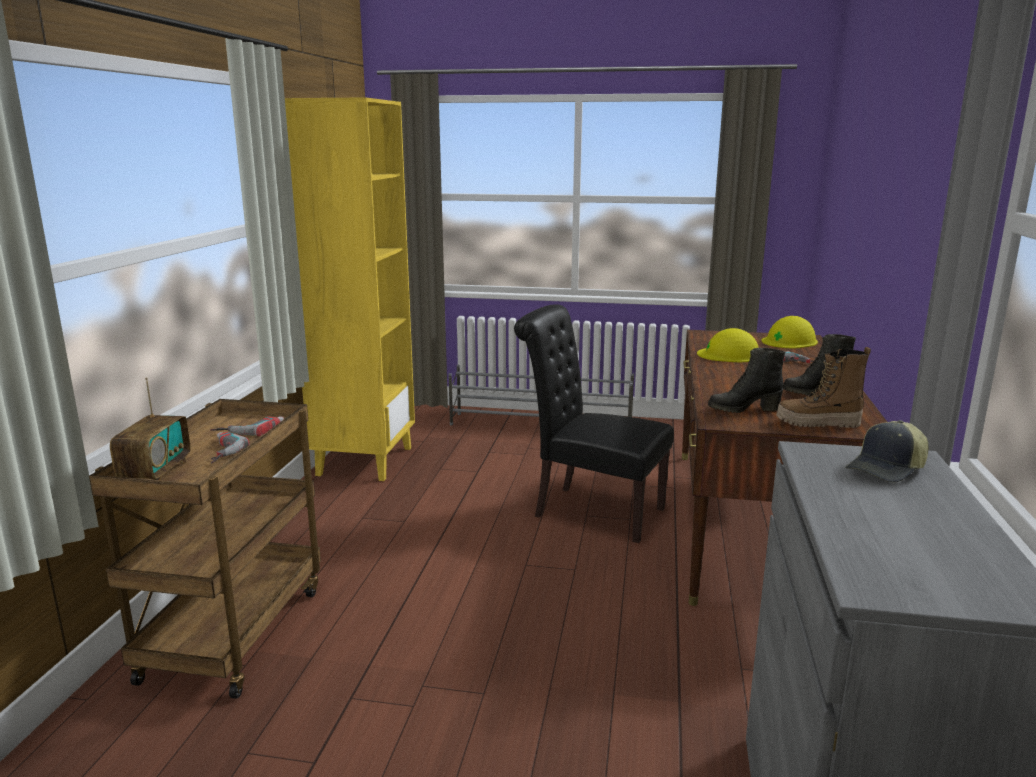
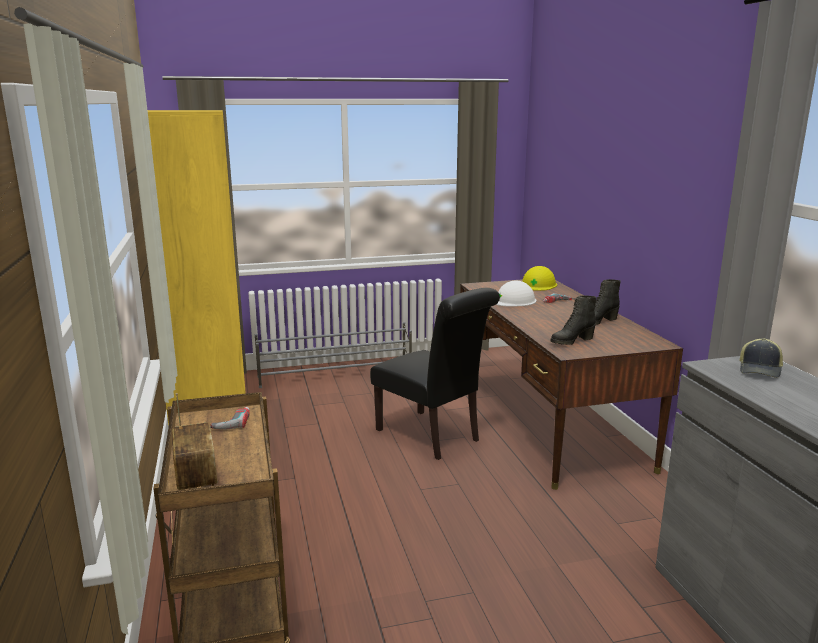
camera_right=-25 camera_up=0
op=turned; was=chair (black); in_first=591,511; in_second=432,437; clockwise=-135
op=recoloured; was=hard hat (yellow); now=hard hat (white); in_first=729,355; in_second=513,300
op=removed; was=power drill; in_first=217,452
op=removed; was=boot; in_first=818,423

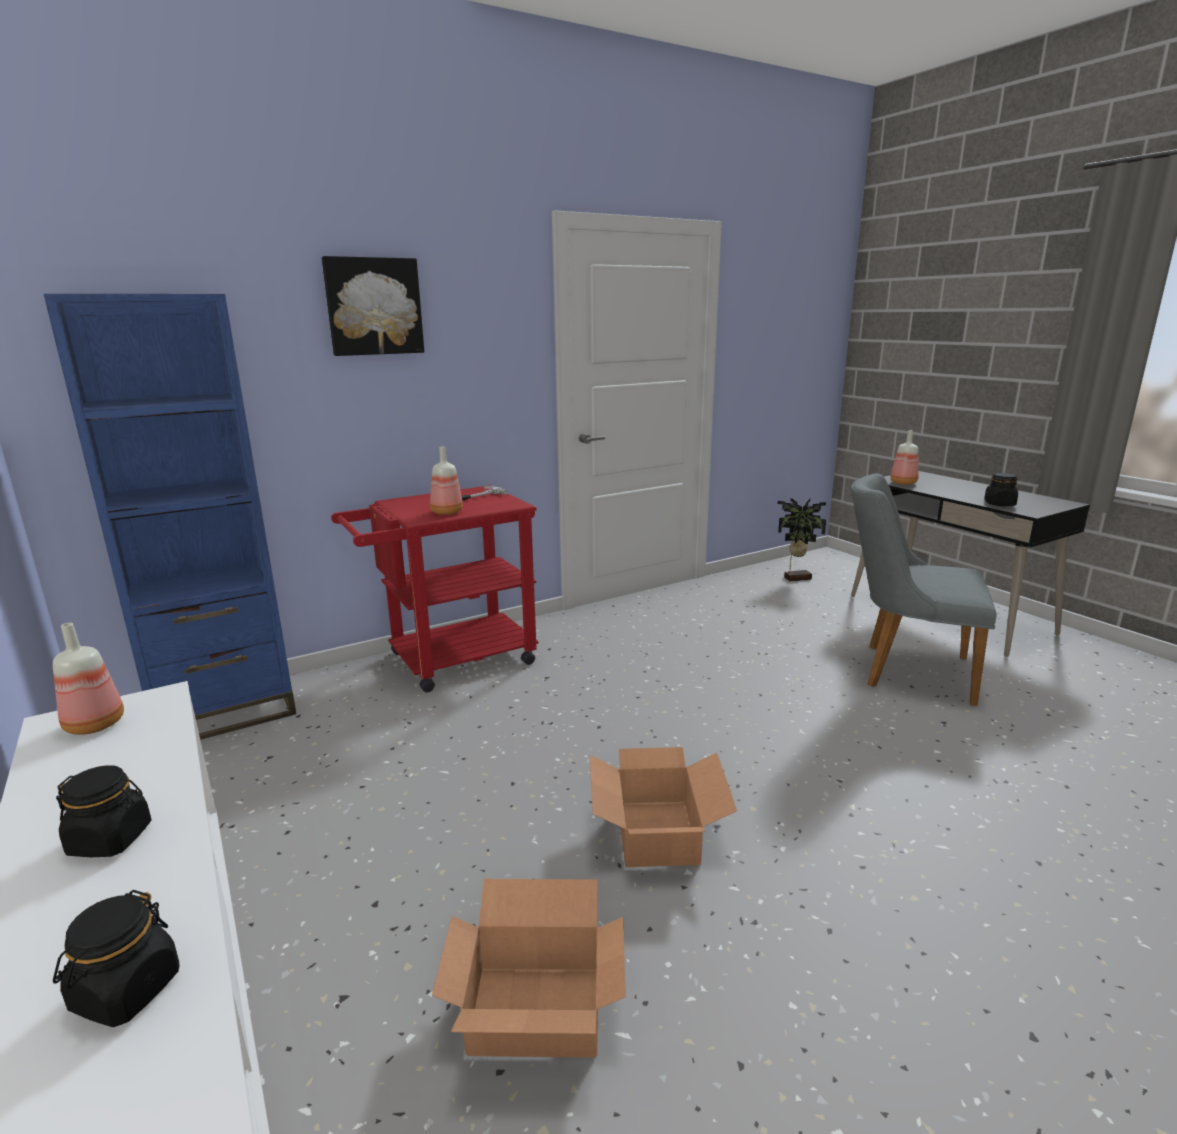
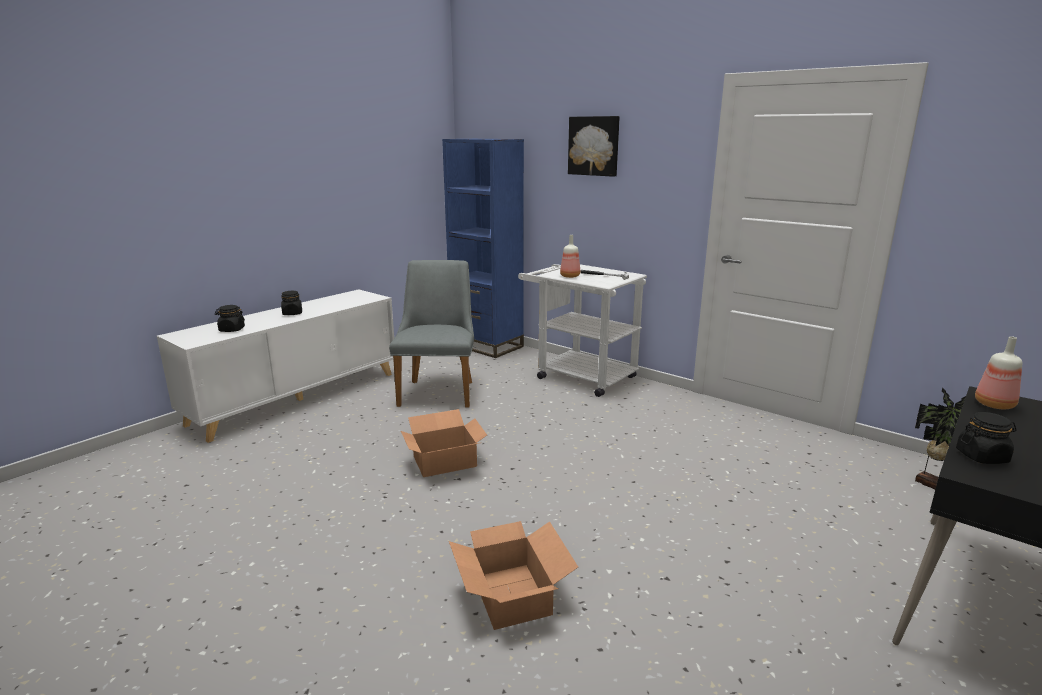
camera_right=70 camera_up=0
op=moved; was=chair (grey); in_first=905,670; in_second=439,390
op=moved; was=cardboard box; in_first=537,1011; in_second=511,596
op=recoloured; was=cart (red); now=cart (white); in_first=449,661; in_second=579,375
op=removed; was=bottle; in_first=97,724

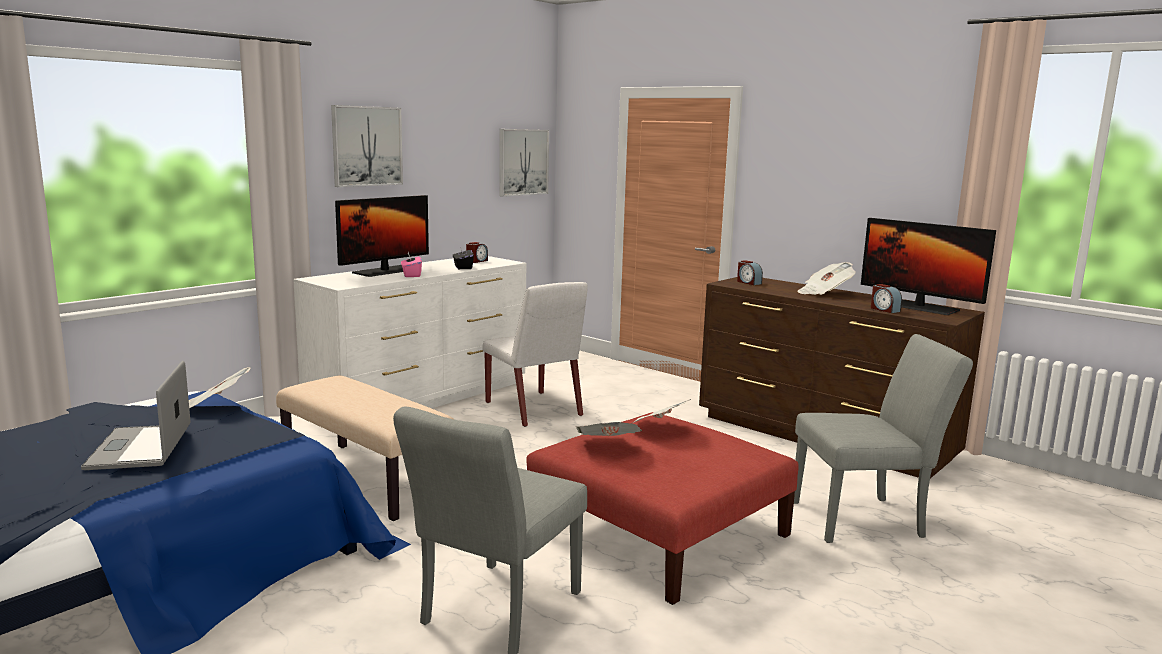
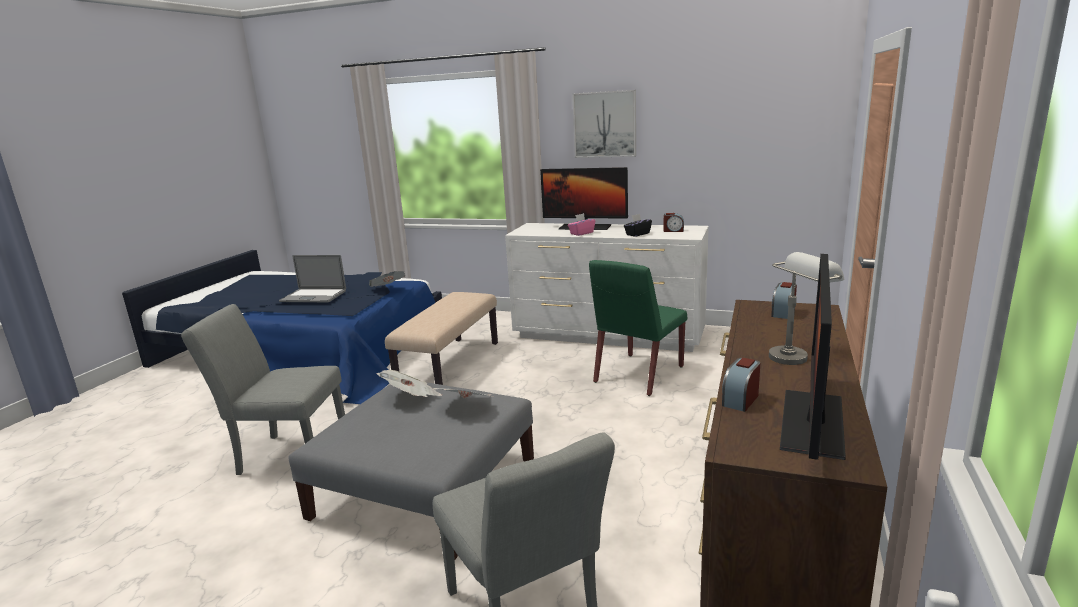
camera_right=70 camera_up=5
op=turned; was=laptop; in_first=140,447; in_second=313,296; clockwise=-135
op=recoloured; was=ottoman (red); now=ottoman (grey); in_first=657,532; in_second=425,487
op=recoloured; was=chair (white); now=chair (green); in_first=534,409; in_second=638,375
op=replaced; was=newspaper; now=table lamp (grey); in_first=824,293; in_second=797,354
op=removed; was=picture; in_first=523,162

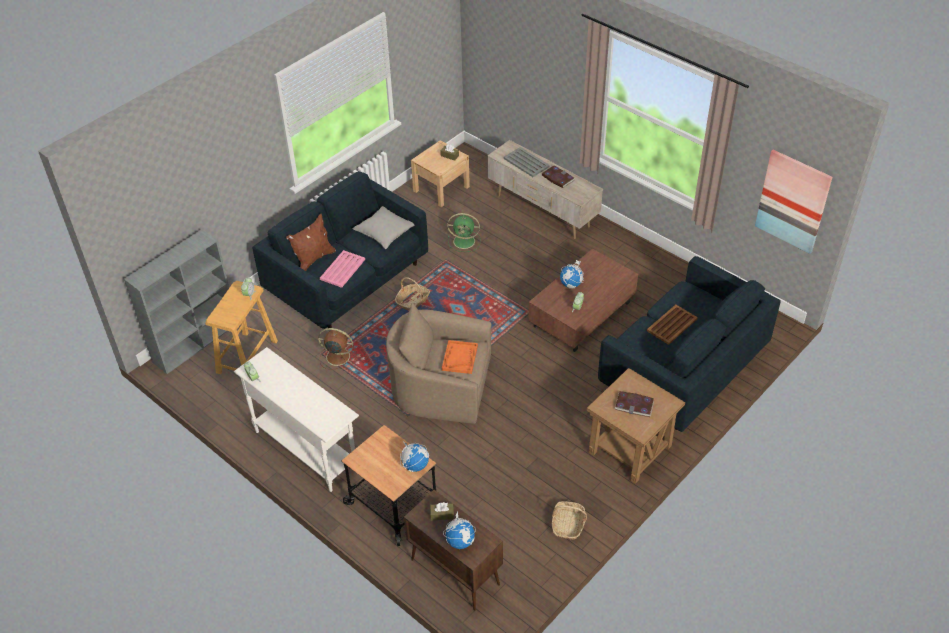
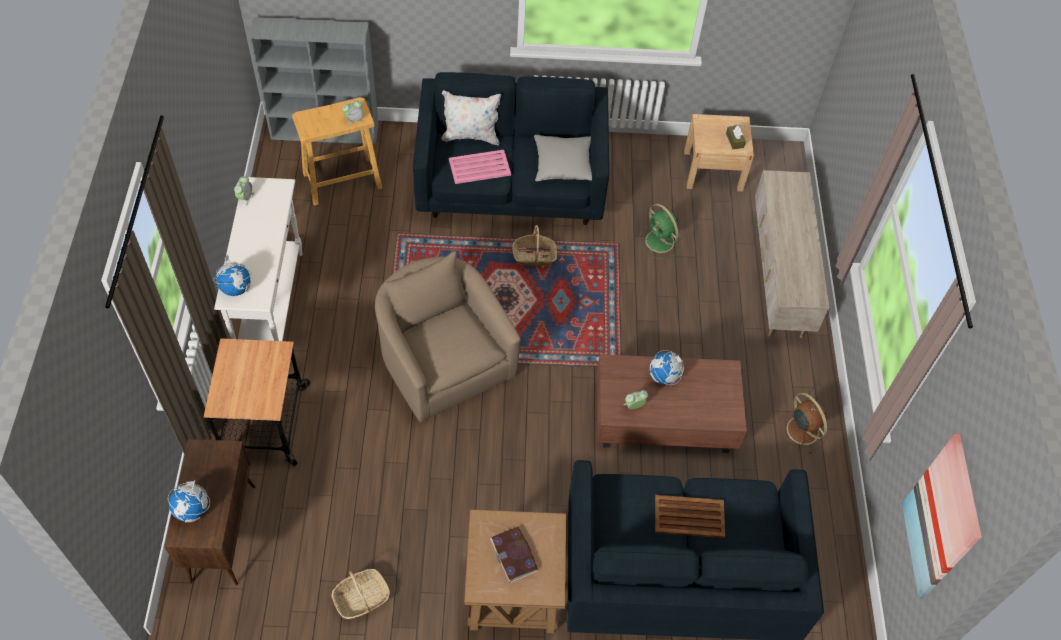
camera_right=45 camera_up=10
op=moved; was=globe; in_first=415,465; in_second=236,288
op=recoloured; was=pillow (brown); now=pillow (white); in_first=313,259; in_second=470,136
op=moved; was=fan (brown); in_first=337,356; in_second=801,429
op=removed; was=tissue box (brown); in_first=442,514
op=removed; was=tray (orange); in_first=459,358
op=removed; was=tray (grey); in_first=526,162
op=removed; was=book; in_first=558,178

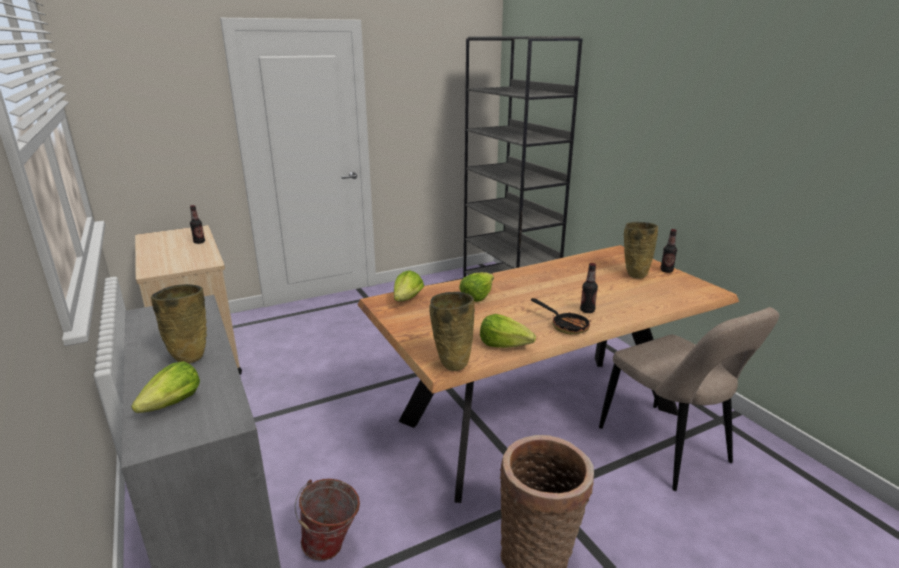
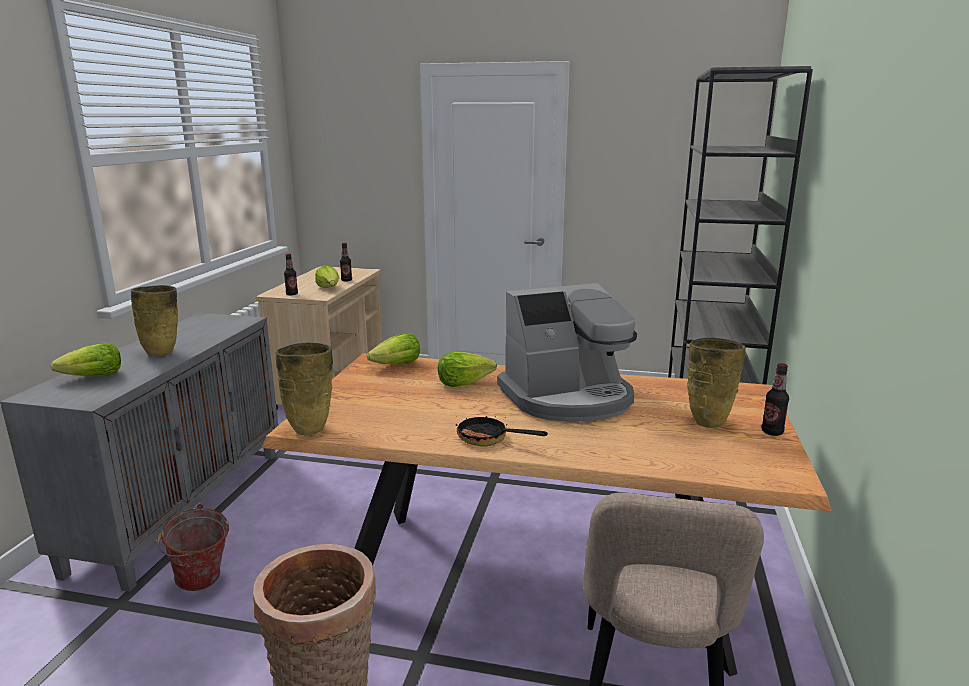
camera_right=40 camera_up=-5
op=moved; was=bottle; in_first=587,310; in_second=292,294
op=moved; was=lettuce; in_first=505,345; in_second=329,288
op=turned; was=frying pan; in_first=565,325; in_second=489,439; clockwise=120
op=added; now=coffee machine; in_second=568,398

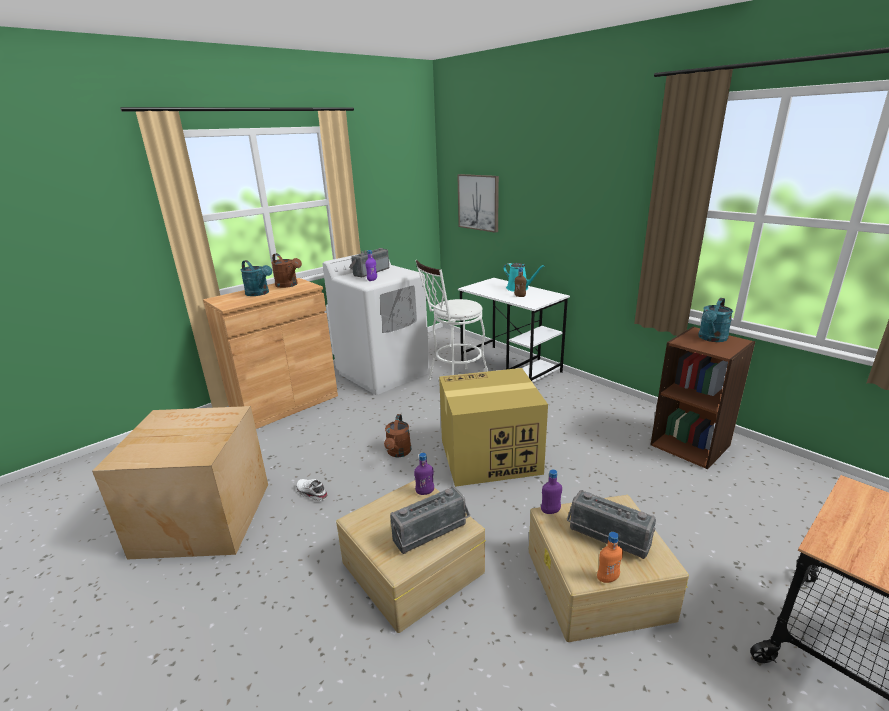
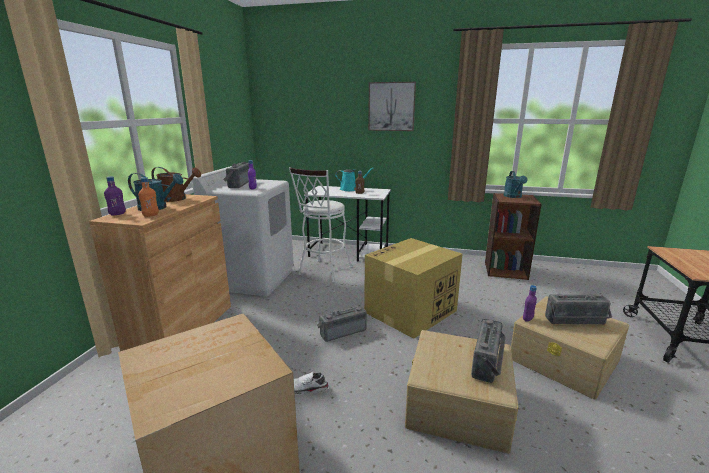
camera_right=-35 camera_up=-5
op=moved; was=bottle (purple); in_first=425,492; in_second=117,214
op=moved; was=bottle (orange); in_first=607,578; in_second=151,215
op=replaced; was=watering can (brown); now=radio; in_first=398,453; in_second=342,331
op=moved; was=picture; in_first=478,202; in_second=391,106

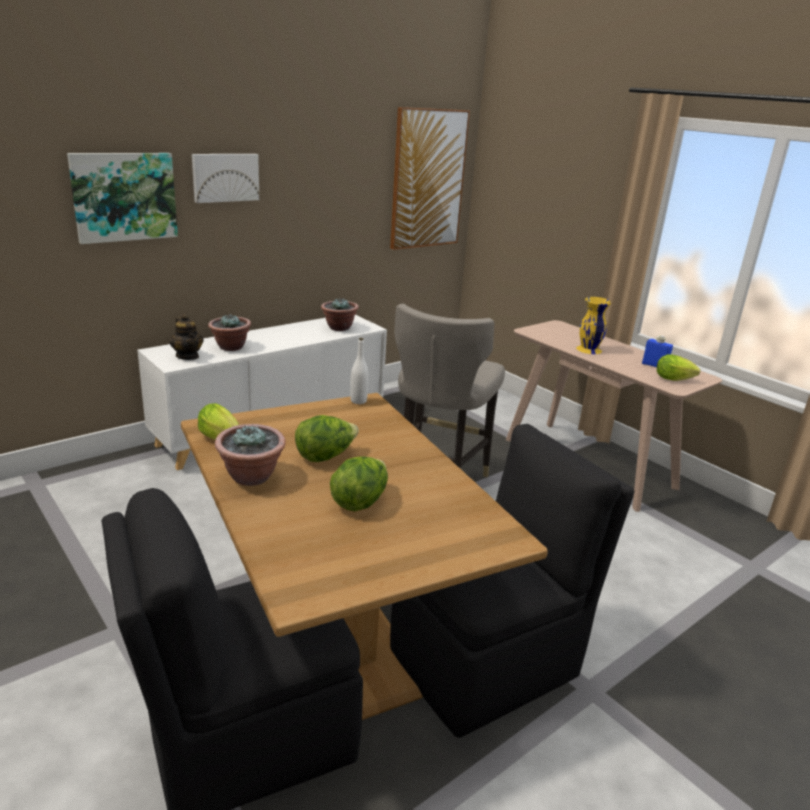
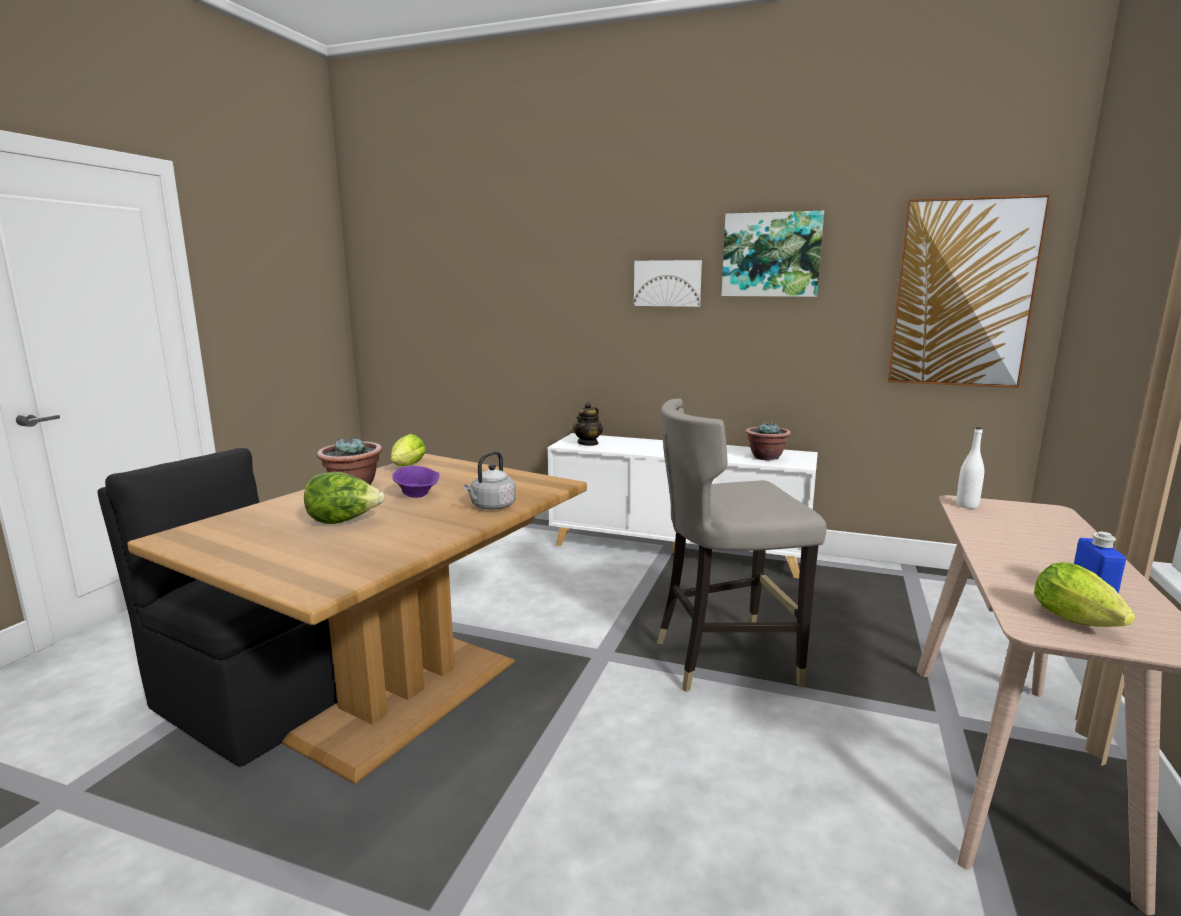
camera_right=60 camera_up=-10
op=replaced; was=lettuce; now=bowl (purple); in_first=325,456; in_second=417,495
op=added; now=kettle (grey); in_second=491,507
op=moved; was=picture; in_first=124,196; in_second=771,255
op=moved; was=bottle (white); in_first=358,401; in_second=967,505
op=removed; was=potted plant; in_first=230,347
op=removed; was=chair (black); in_first=488,663
op=removed; was=vase (yellow); in_first=588,349

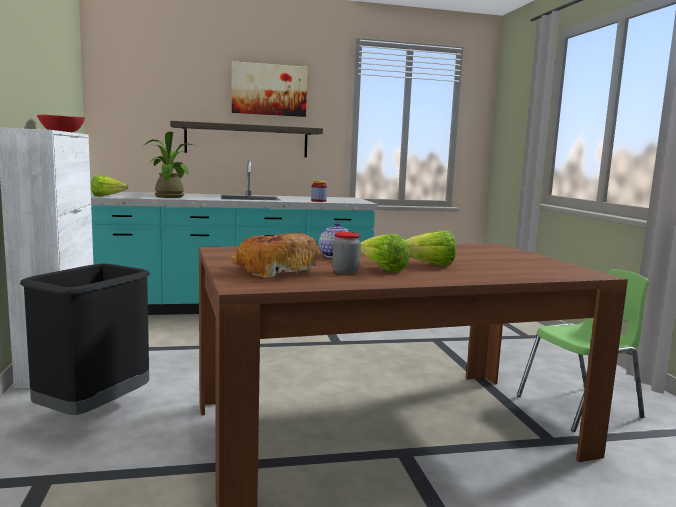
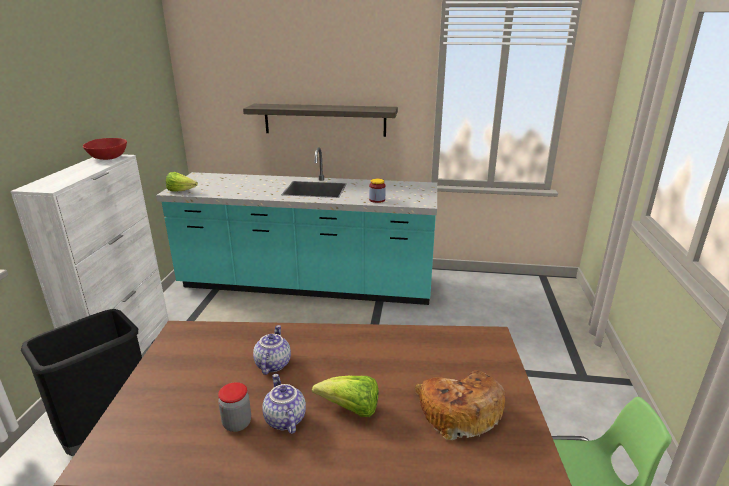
camera_right=20 camera_up=15
op=replaced; was=lettuce; now=teapot; in_first=382,269; in_second=284,419
op=moved; was=bread; in_first=275,270; in_second=458,410
op=removed; was=potted plant; in_first=170,196
op=removed; was=picture; in_first=269,90

